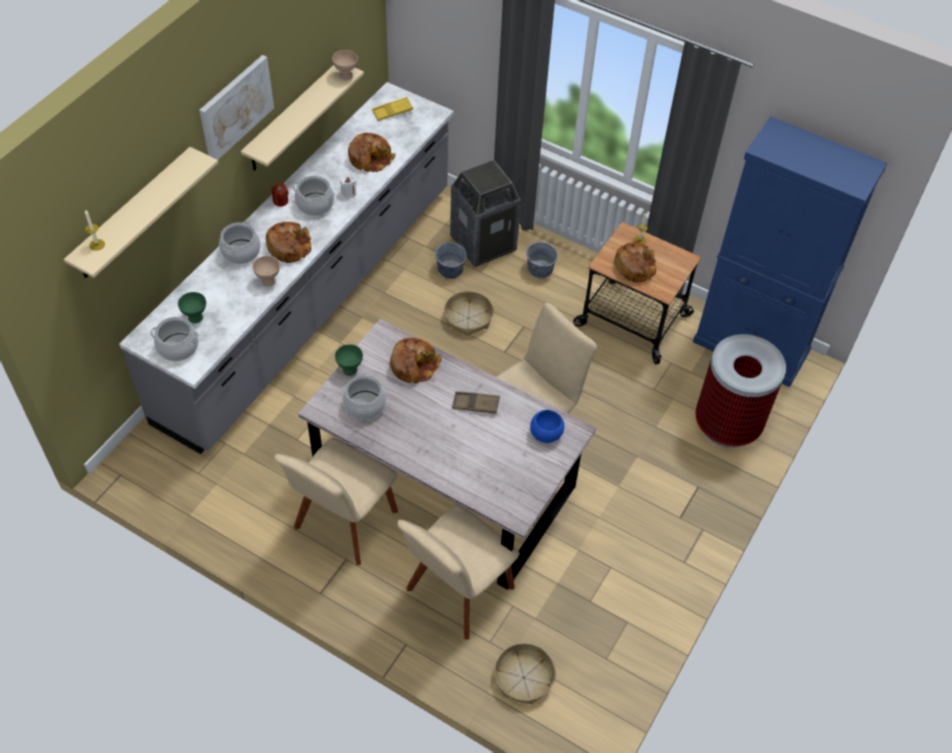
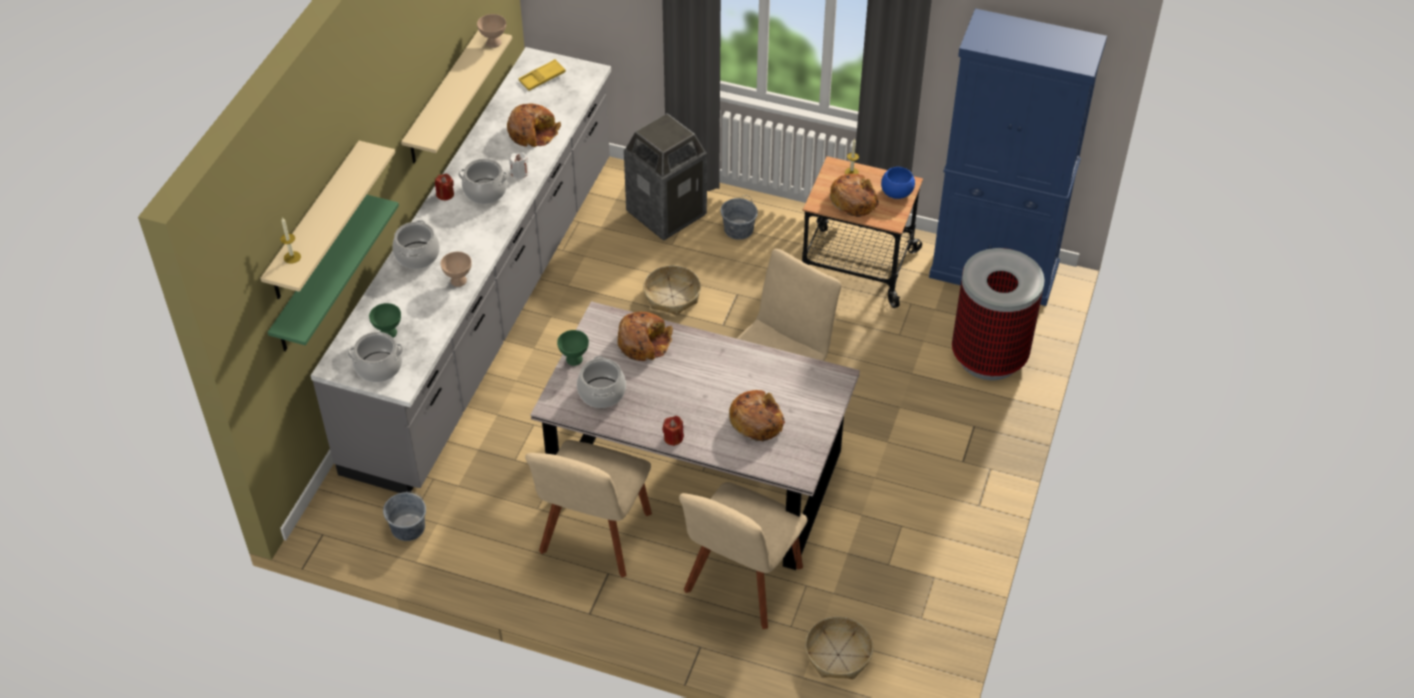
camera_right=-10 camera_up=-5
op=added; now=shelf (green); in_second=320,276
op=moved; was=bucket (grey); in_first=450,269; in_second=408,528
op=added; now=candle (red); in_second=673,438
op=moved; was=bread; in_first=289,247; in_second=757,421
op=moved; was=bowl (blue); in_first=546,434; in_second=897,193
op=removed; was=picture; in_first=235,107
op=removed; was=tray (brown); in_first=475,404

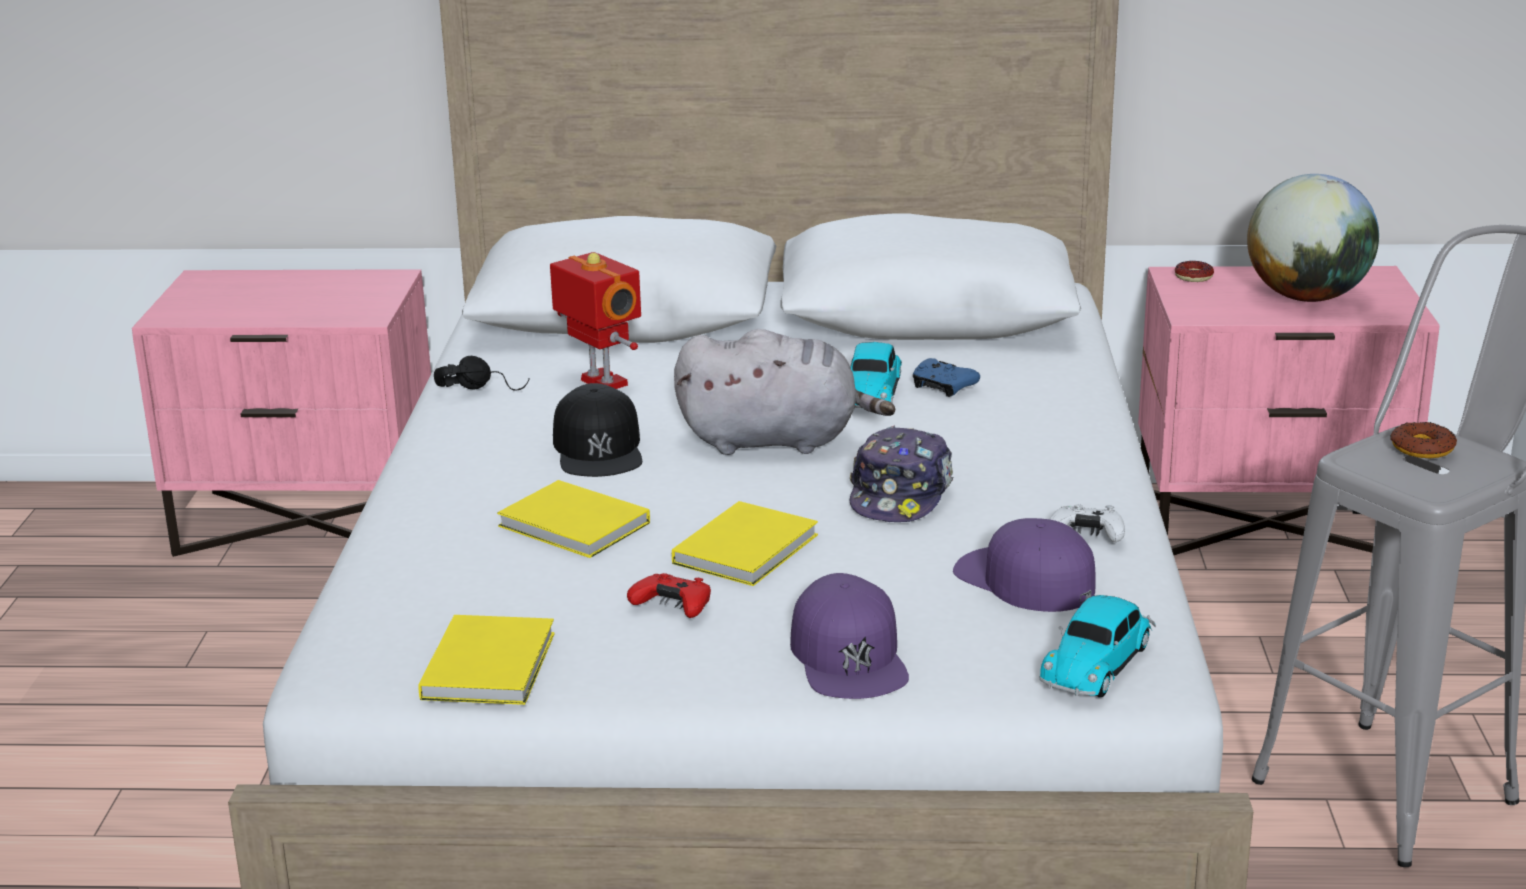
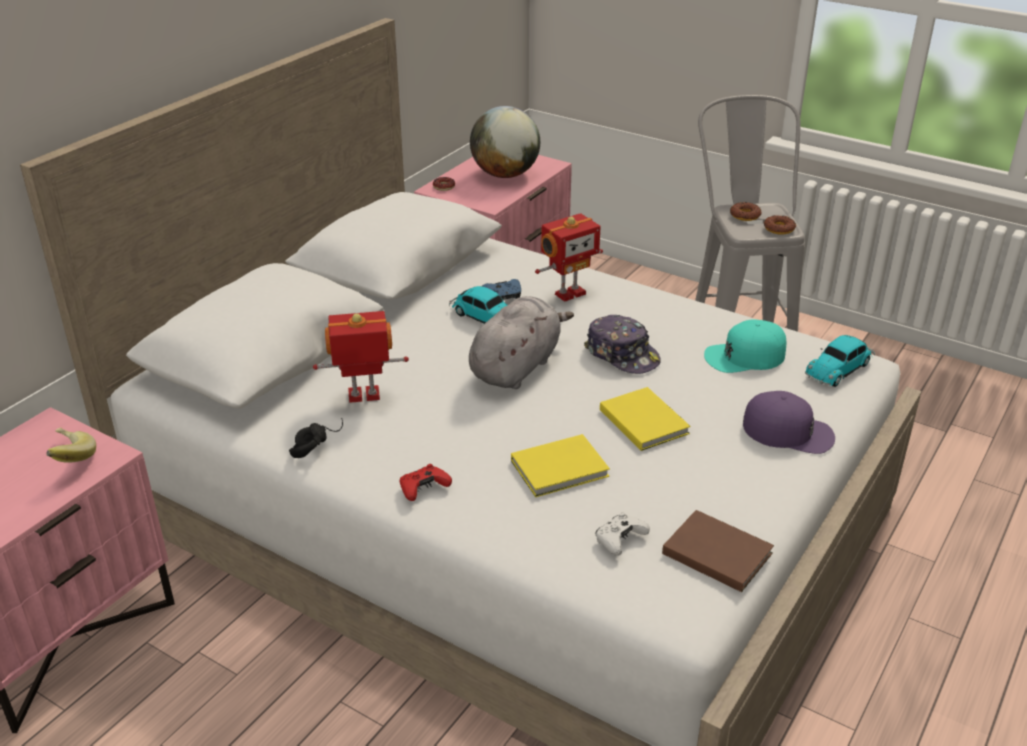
camera_right=-60 camera_up=10
op=added; now=banana; in_second=68,459
op=moved; was=game controller (red); in_first=673,607; in_second=423,489
op=added; now=toy robot; in_second=569,293
op=moved; was=game controller (white); in_first=1086,535; in_second=619,540
op=recoloured; was=book (yellow); now=book (brown); in_first=492,664; in_second=715,551
op=recoloured; was=cap (purple); now=cap (turquoise); in_first=1024,579; in_second=745,356
op=added; now=donut; in_second=779,229
op=turned; was=toy car; in_first=1098,662; in_second=839,368; clockwise=75
op=removed; was=cap (black); in_first=599,448

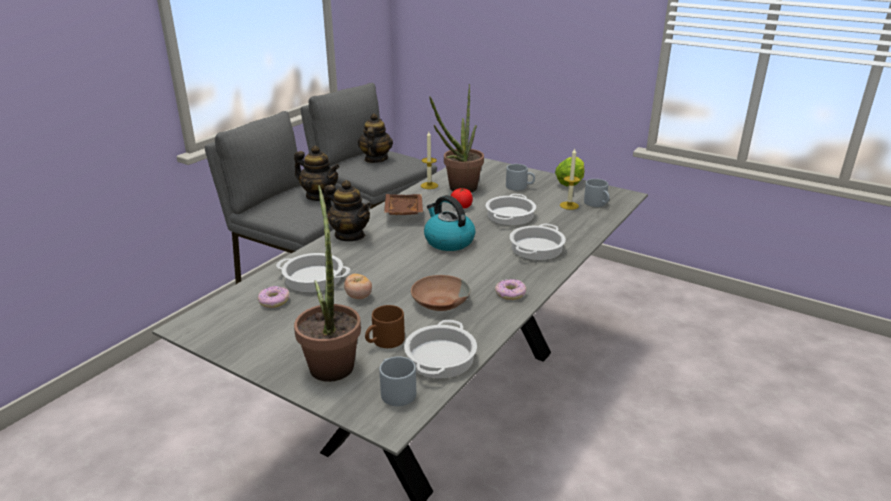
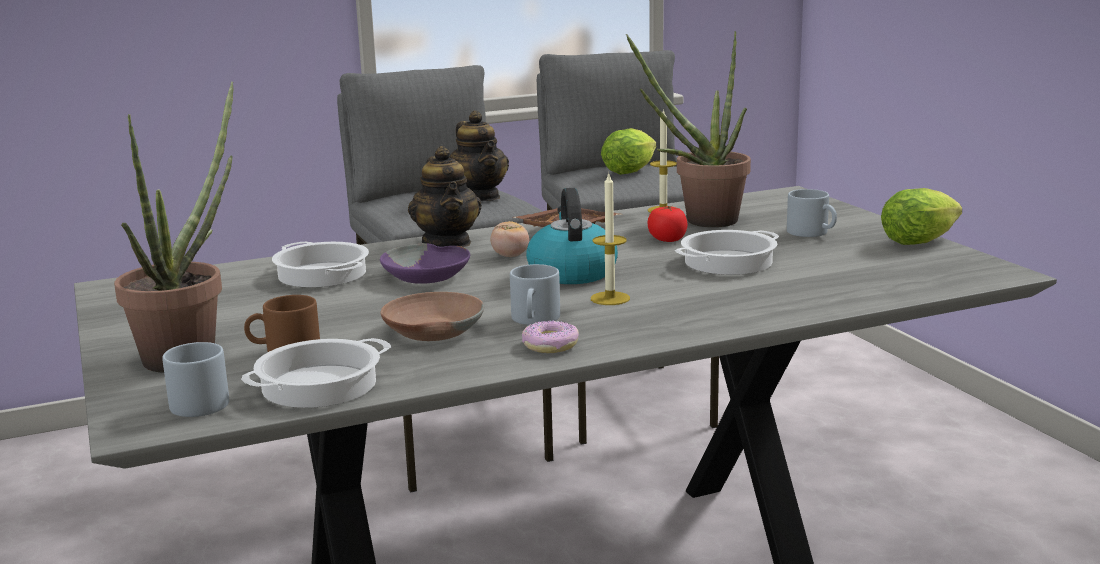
camera_right=35 camera_up=-10
op=added; now=bowl (purple); in_second=427,276
op=moved; was=tomato; in_first=358,297; in_second=510,256
op=moved; was=mug (grey); in_first=597,204; in_second=535,320
op=moved; was=candle; in_first=569,205; in_second=610,298
op=replaced; was=teapot; now=lettuce; in_first=375,159; in_second=631,171
op=removed; was=donut; in_first=274,301
op=removed; was=cooking pot; in_first=537,248

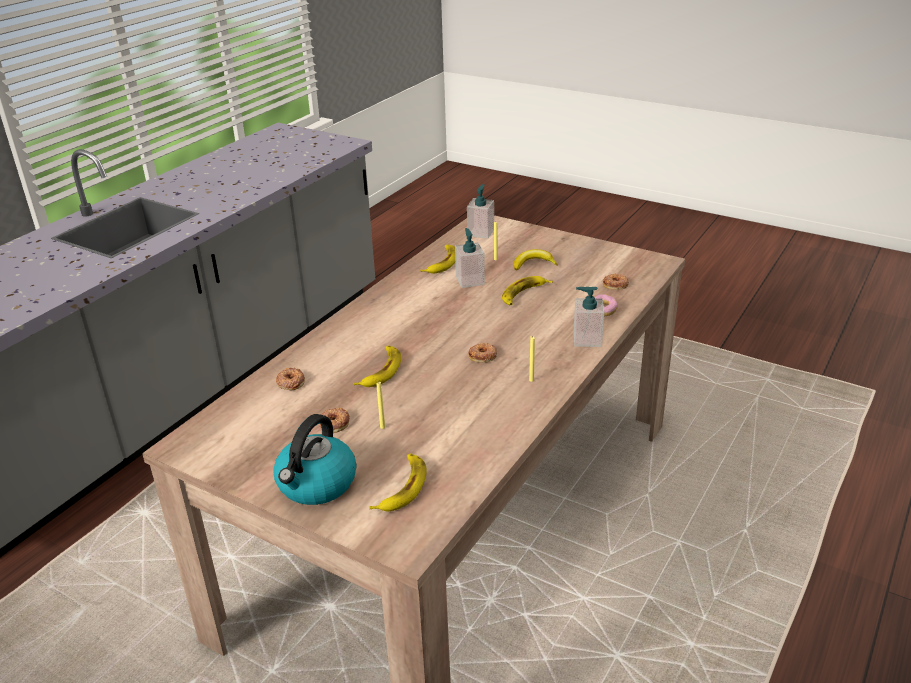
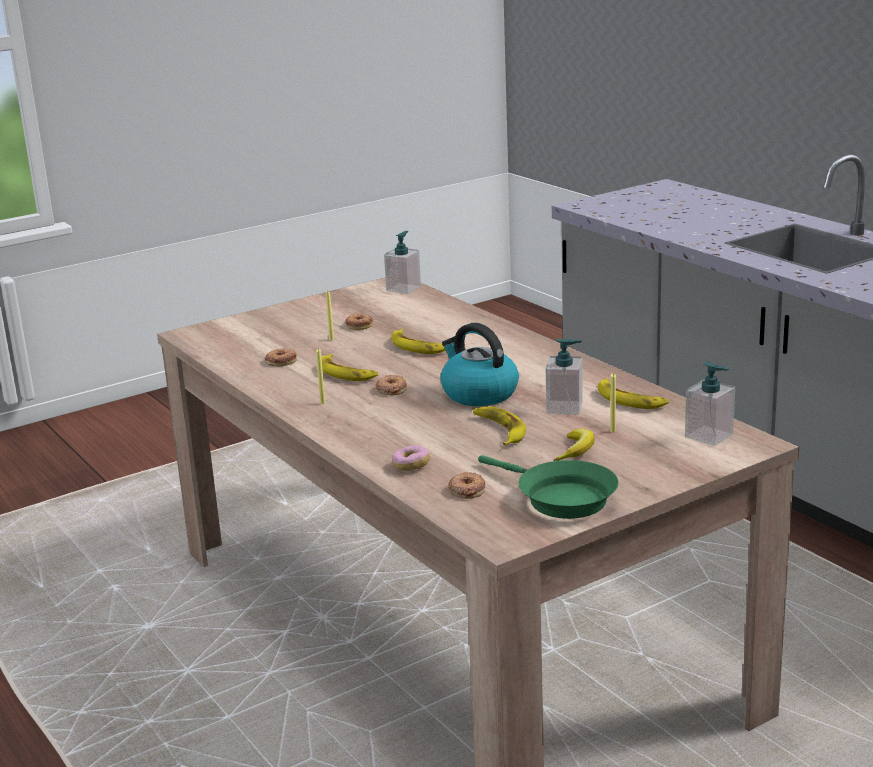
camera_right=115 camera_up=-10
op=moved; was=donut; in_first=290,382; in_second=281,361
op=moved; was=banana; in_first=402,487; in_second=346,373
op=moved; was=soap dispenser; in_first=587,339; in_second=403,288
op=moved; was=kettle; in_first=316,484; in_second=478,393
op=added; now=frying pan (green); in_second=560,498

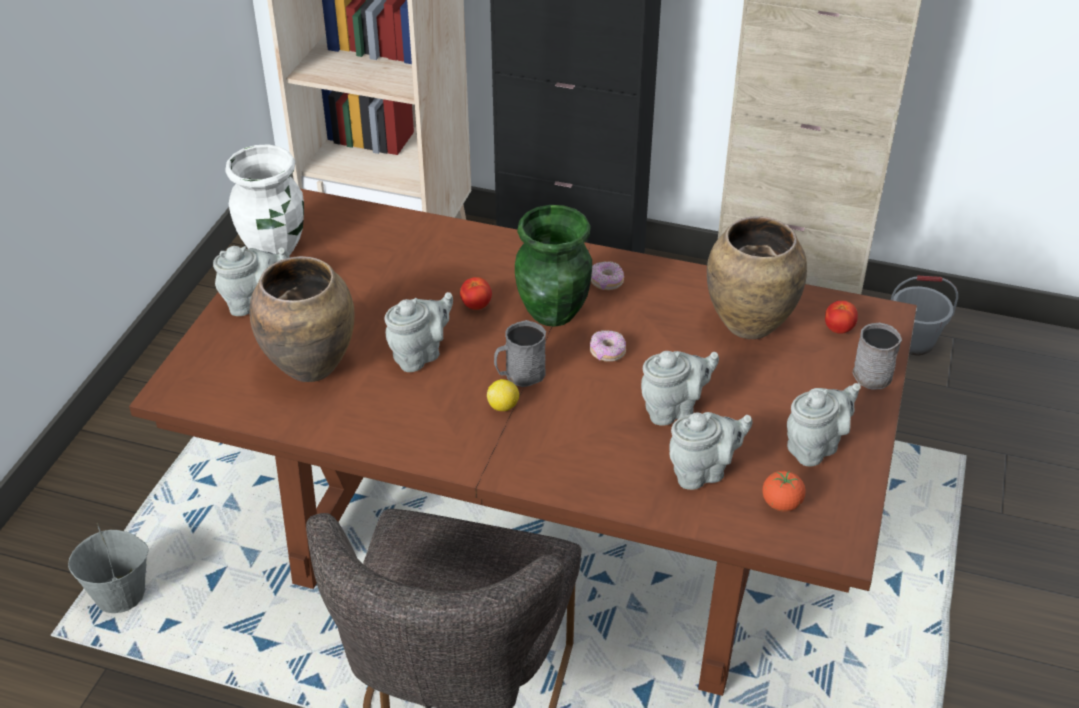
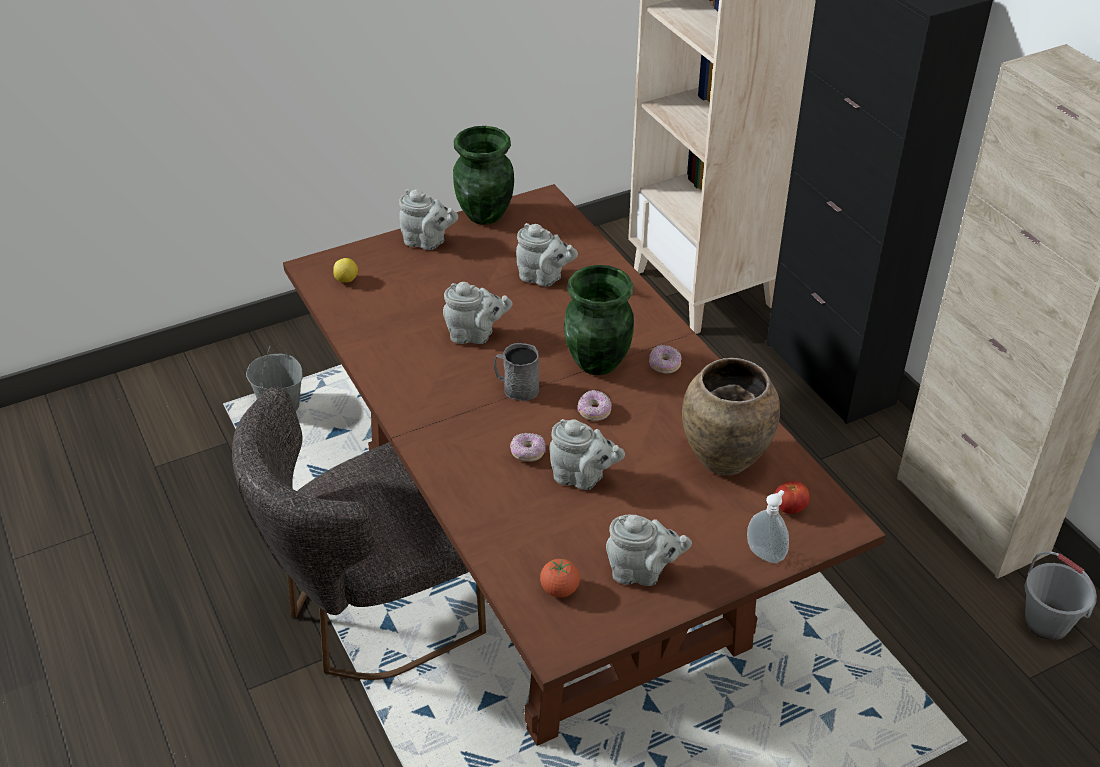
camera_right=45 camera_up=0
op=moved; was=lemon; in_first=503,406; in_second=347,280
op=recoloured; was=vase (white); now=vase (green); in_first=275,248; in_second=485,215
op=added; now=donut; in_second=528,453
op=moved; was=teapot (grey); in_first=703,472; in_second=543,278
op=replaced; was=mug (grey); now=soap dispenser; in_first=870,371; in_second=766,553
op=removed; was=vase (brown); in_first=312,366
op=removed; was=tomato; in_first=476,305

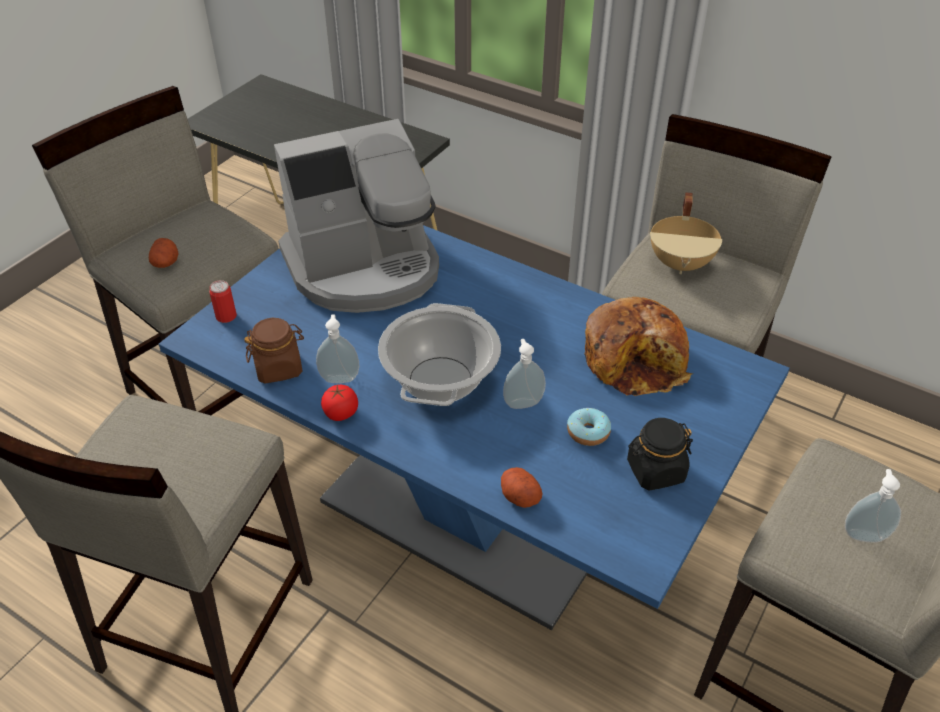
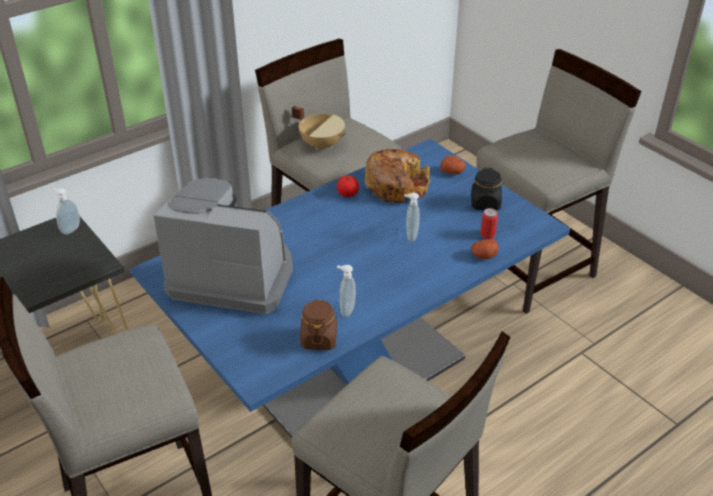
camera_right=-70 camera_up=-5
op=moved; was=soap dispenser; in_first=864,534; in_second=70,229
op=turned; was=coffee machine; in_first=364,268; in_second=232,275; clockwise=-75
op=moved; was=tomato; in_first=340,413; in_second=347,194
op=moved; was=potato; in_first=166,262; in_second=452,172
op=moved; was=can; in_first=226,316; in_second=487,235
op=removed; was=cooking pot; in_first=441,381
op=removed; was=donut; in_first=588,432

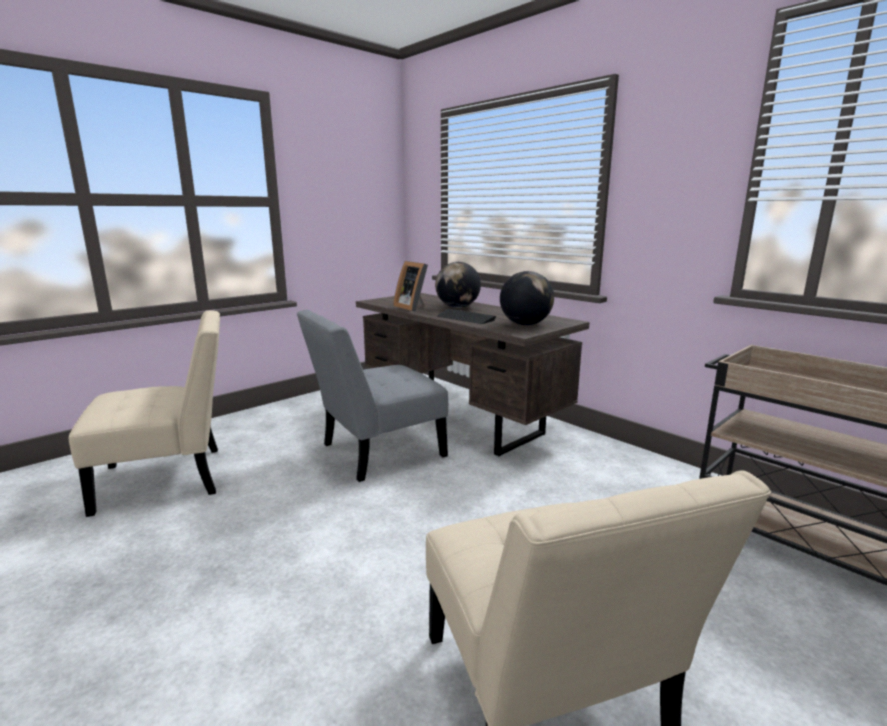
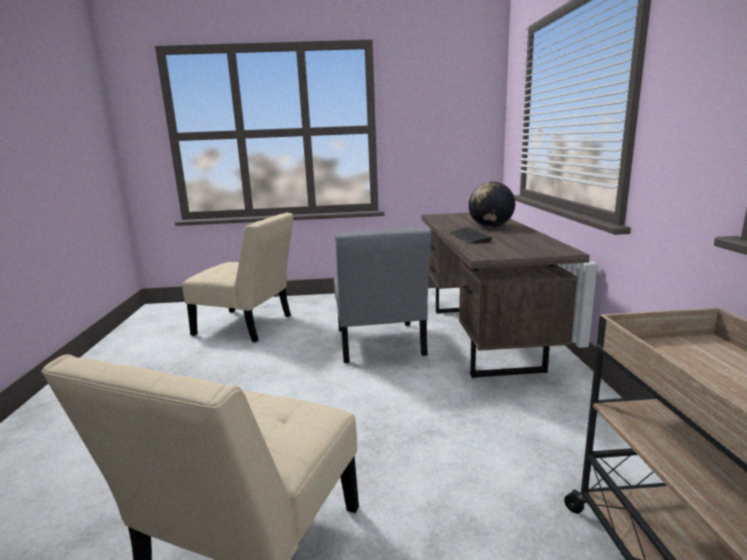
camera_right=40 camera_up=0
op=turned; was=chair (grey); in_first=376,452; in_second=380,345; clockwise=-105
op=removed; was=picture frame; in_first=413,308
op=removed; was=globe; in_first=525,324

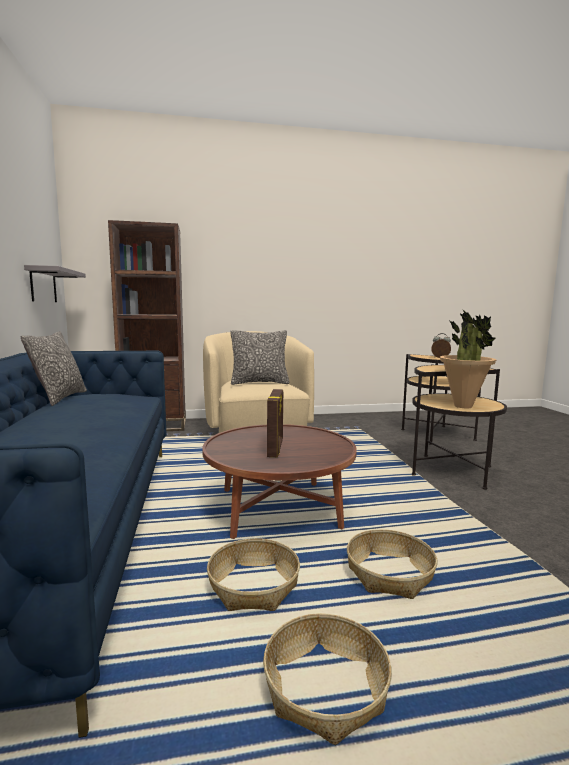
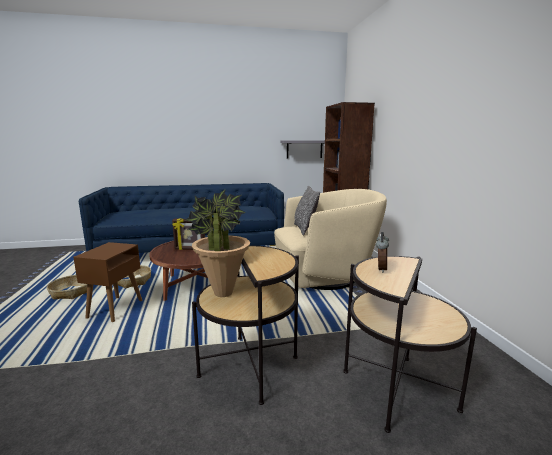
camera_right=90 camera_up=5
op=replaced; was=basket; now=side table (brown); in_first=390,573; in_second=115,309
op=removed; was=pillow; in_first=60,398

